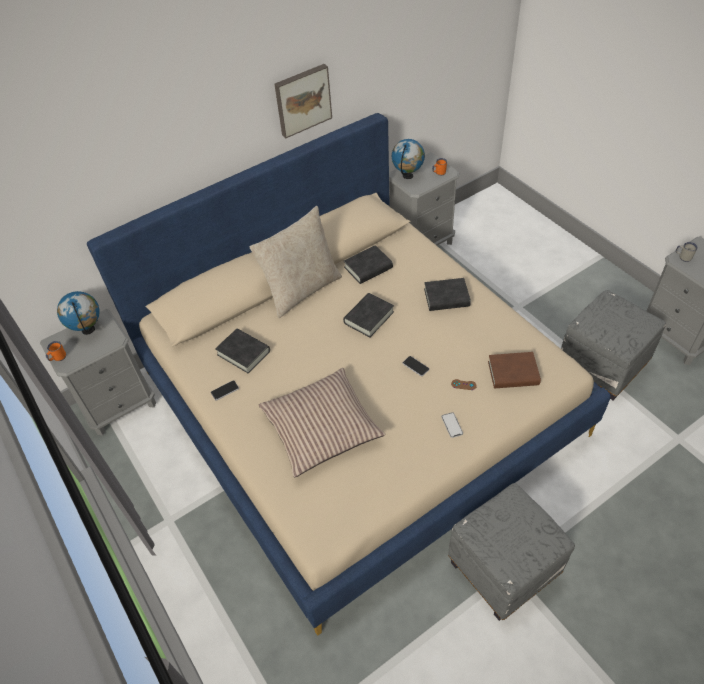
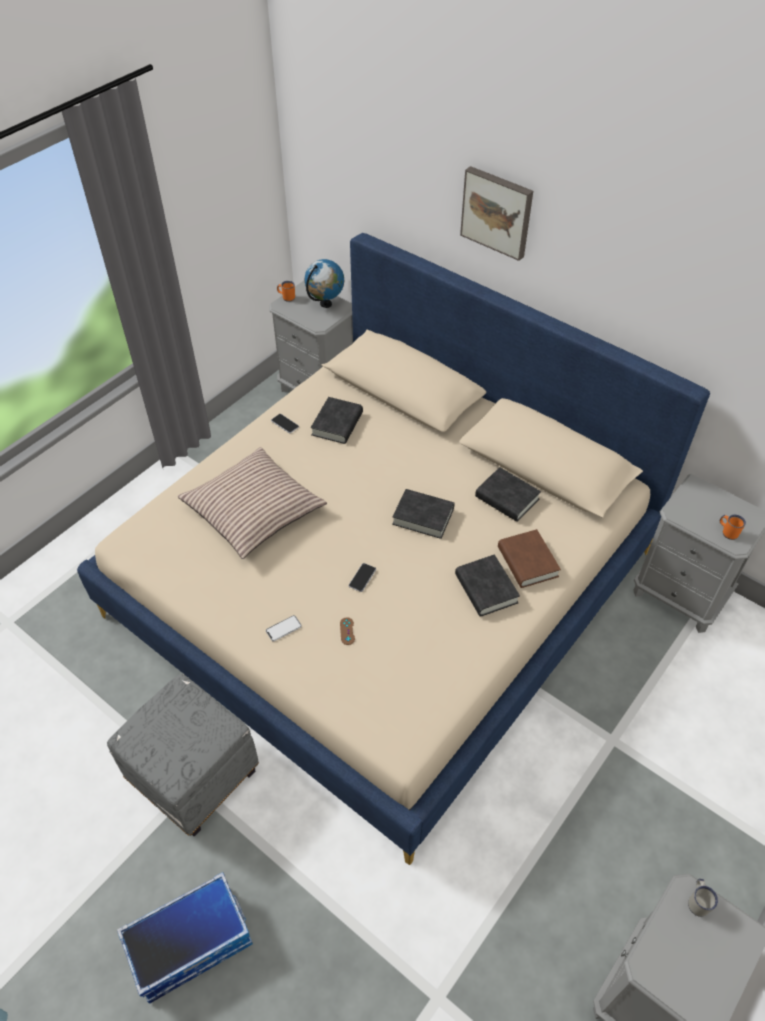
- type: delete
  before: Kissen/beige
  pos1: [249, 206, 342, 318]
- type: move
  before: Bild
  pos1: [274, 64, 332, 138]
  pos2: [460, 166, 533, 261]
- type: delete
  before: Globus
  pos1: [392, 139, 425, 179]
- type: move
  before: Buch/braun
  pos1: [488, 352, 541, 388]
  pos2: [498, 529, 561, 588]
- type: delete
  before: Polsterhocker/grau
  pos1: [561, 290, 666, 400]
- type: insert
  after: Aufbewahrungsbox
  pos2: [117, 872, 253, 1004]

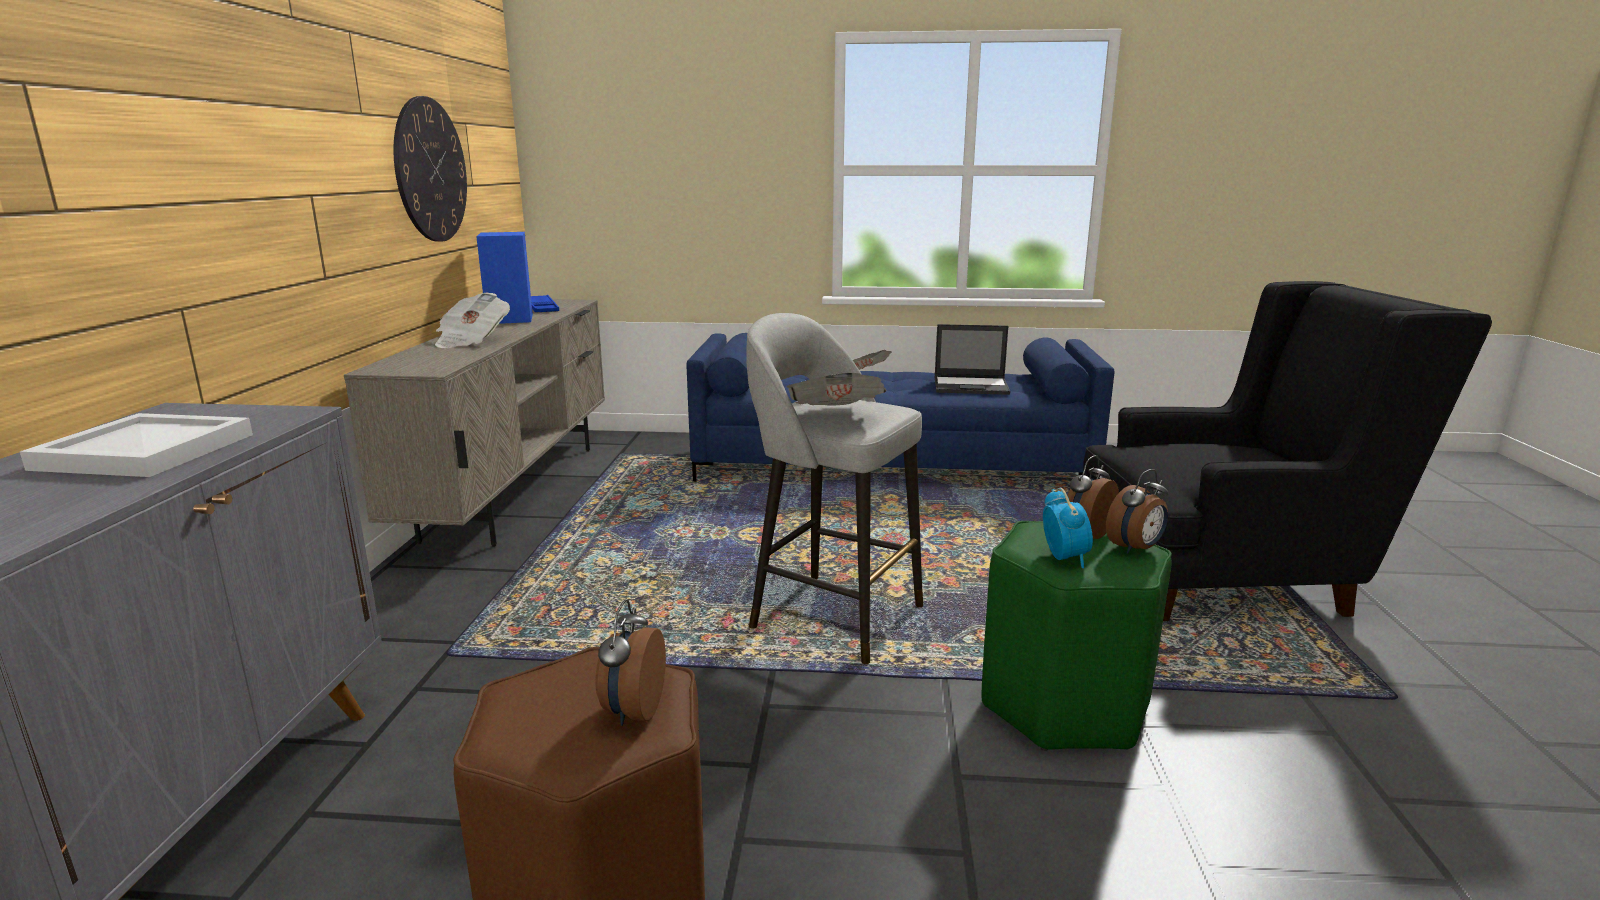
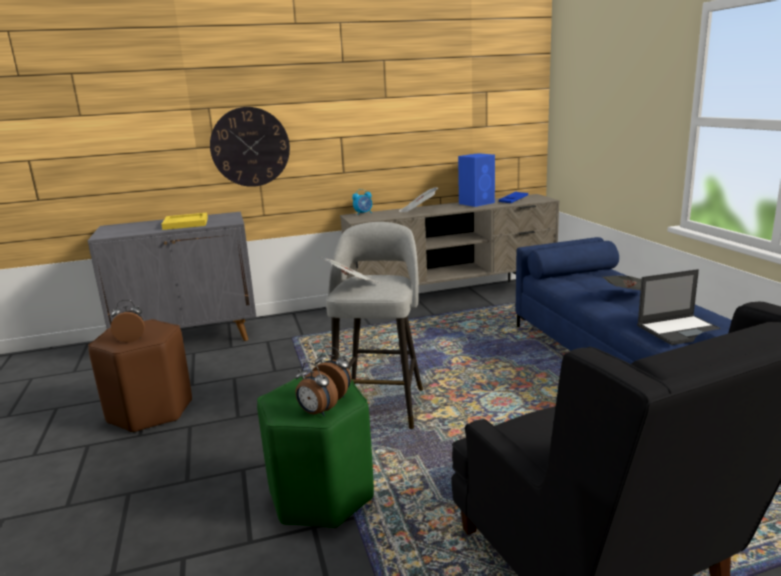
- type: recolor
  before: Tablett/weiß
  after: Tablett/gelb
  pos1: [20, 413, 253, 477]
  pos2: [162, 213, 208, 230]
- type: move
  before: Wanduhr
  pos1: [393, 96, 467, 242]
  pos2: [210, 107, 290, 187]
- type: rotate
  before: Laptop
  pos1: [935, 324, 1010, 395]
  pos2: [637, 269, 721, 345]
  turn: -90
- type: move
  before: Wecker
  pos1: [1043, 488, 1093, 568]
  pos2: [352, 189, 372, 215]

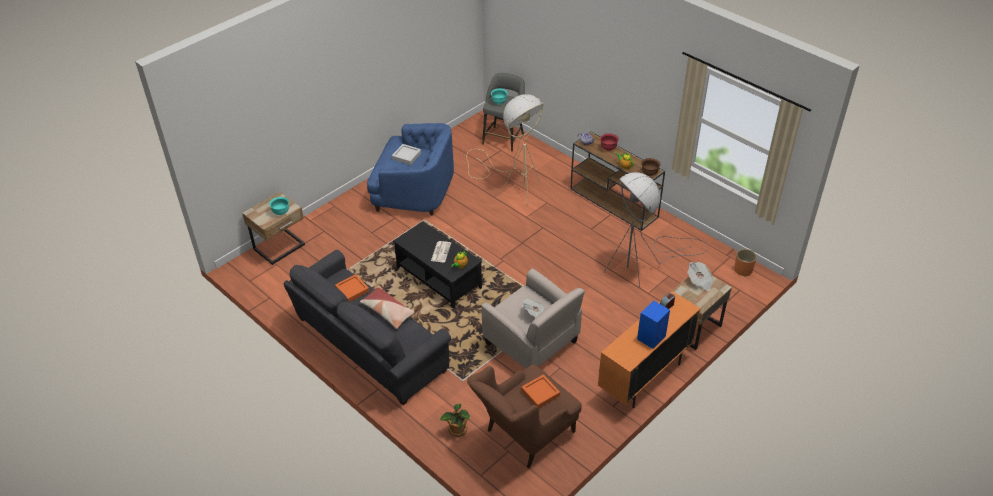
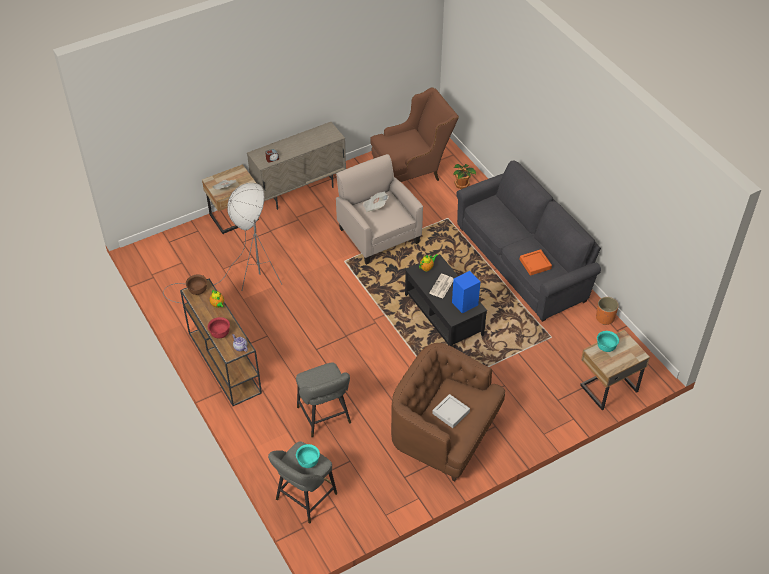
- type: delete
  before: Kissen
  pos1: [360, 285, 414, 329]
- type: recolor
  before: Sessel/blau
  after: Sessel/braun
  pos1: [367, 123, 454, 216]
  pos2: [391, 343, 505, 481]
- type: replace
  before: Stehlampe/beige
  after: Hocker/grau
  pos1: [466, 94, 544, 201]
  pos2: [296, 363, 351, 437]
- type: delete
  before: Tablett/orange
  pos1: [521, 374, 560, 408]
- type: recolor
  before: Schrank/orange
  after: Schrank/beige
  pos1: [598, 291, 701, 408]
  pos2: [247, 122, 346, 210]
- type: move
  before: Lautsprecher/blau
  pos1: [637, 300, 670, 349]
  pos2: [452, 271, 480, 313]
- type: move
  before: Pflanzkübel/orange
  pos1: [734, 249, 757, 277]
  pos2: [596, 297, 619, 325]

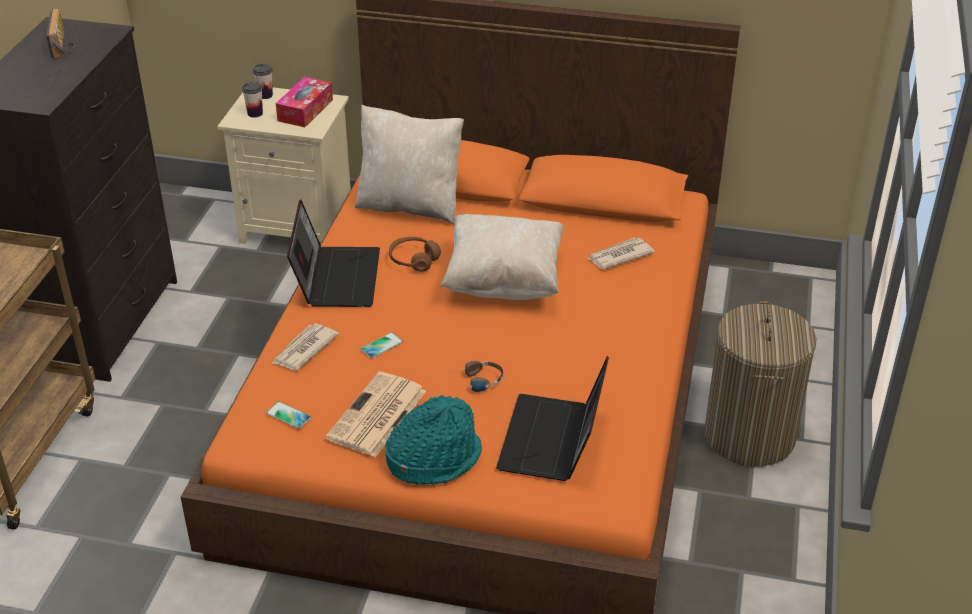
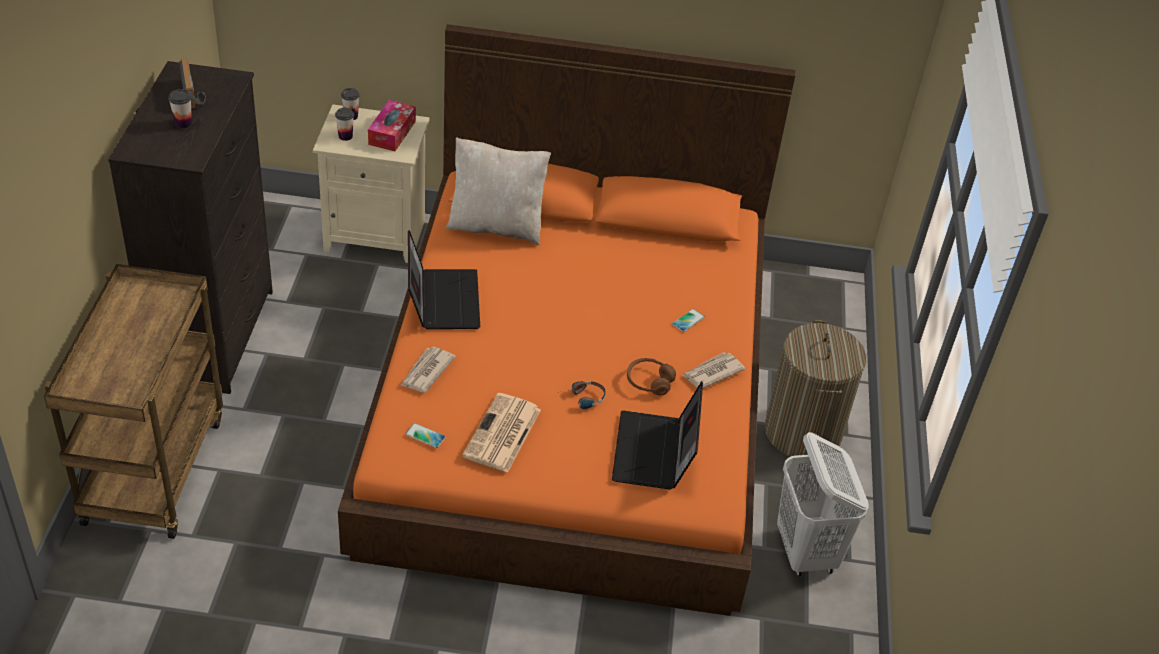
- type: move
  before: Handy
  pos1: [361, 332, 403, 359]
  pos2: [672, 309, 705, 332]
- type: delete
  before: Hut/türkis
  pos1: [385, 395, 482, 485]
- type: move
  before: Kopfhörer/braun
  pos1: [389, 237, 441, 272]
  pos2: [627, 358, 676, 395]
- type: delete
  before: Kissen/beige
  pos1: [440, 214, 564, 300]
- type: move
  before: Zeitung
  pos1: [587, 238, 655, 270]
  pos2: [682, 352, 745, 388]
- type: insert
  after: Tasse
  pos2: [168, 89, 192, 129]
- type: insert
  after: Wäschekorb/weiß
  pos2: [777, 432, 869, 576]

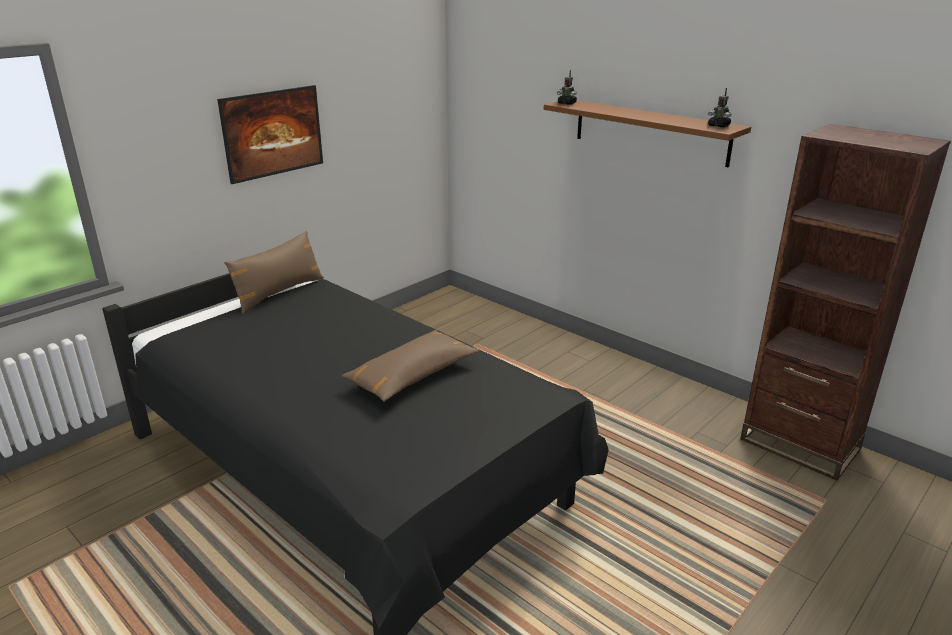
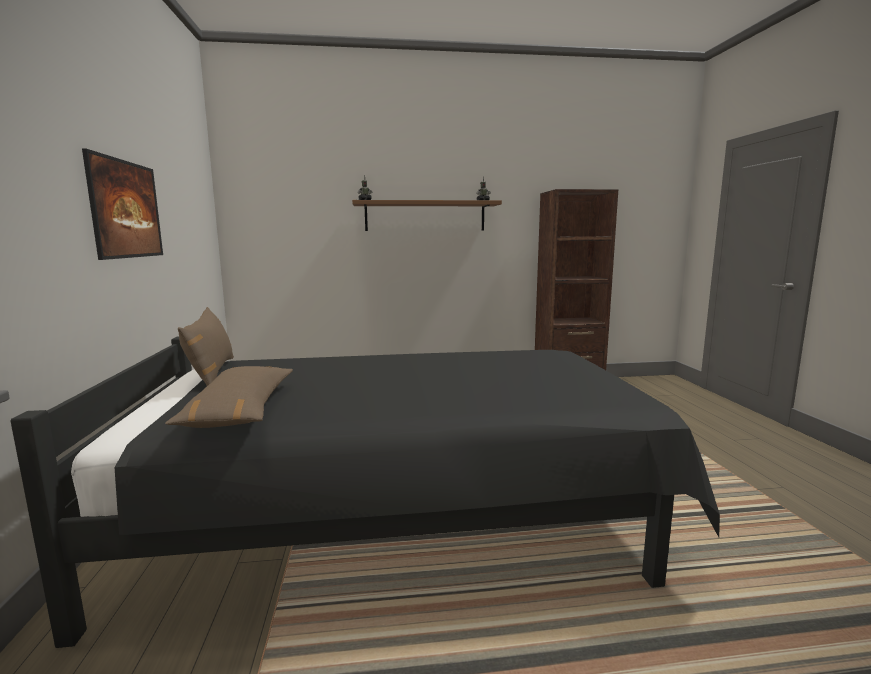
- type: move
  before: Kissen/braun
  pos1: [342, 330, 480, 402]
  pos2: [165, 366, 293, 428]

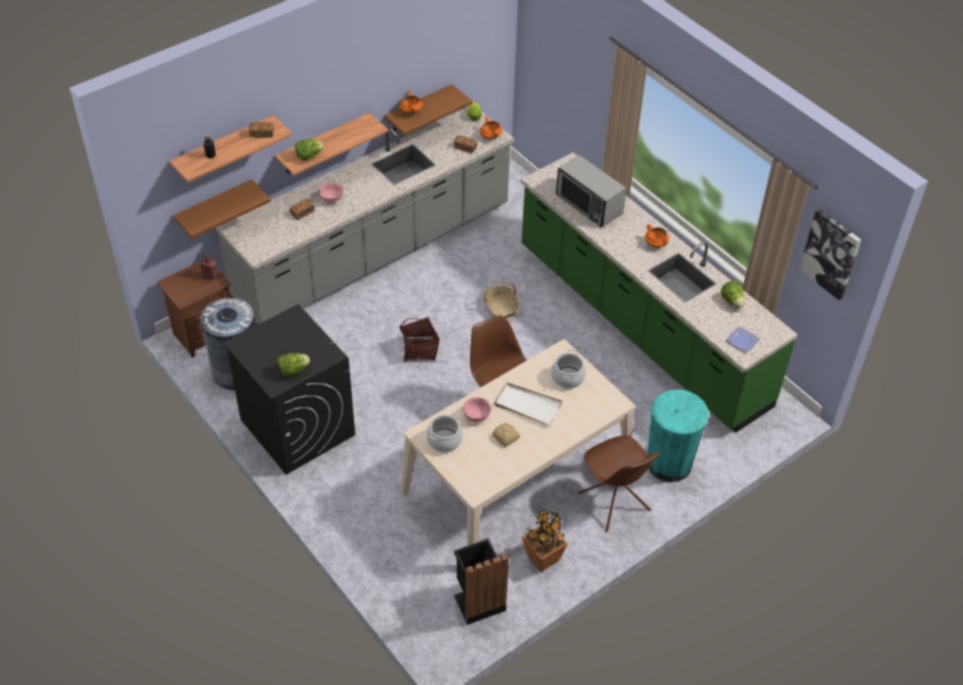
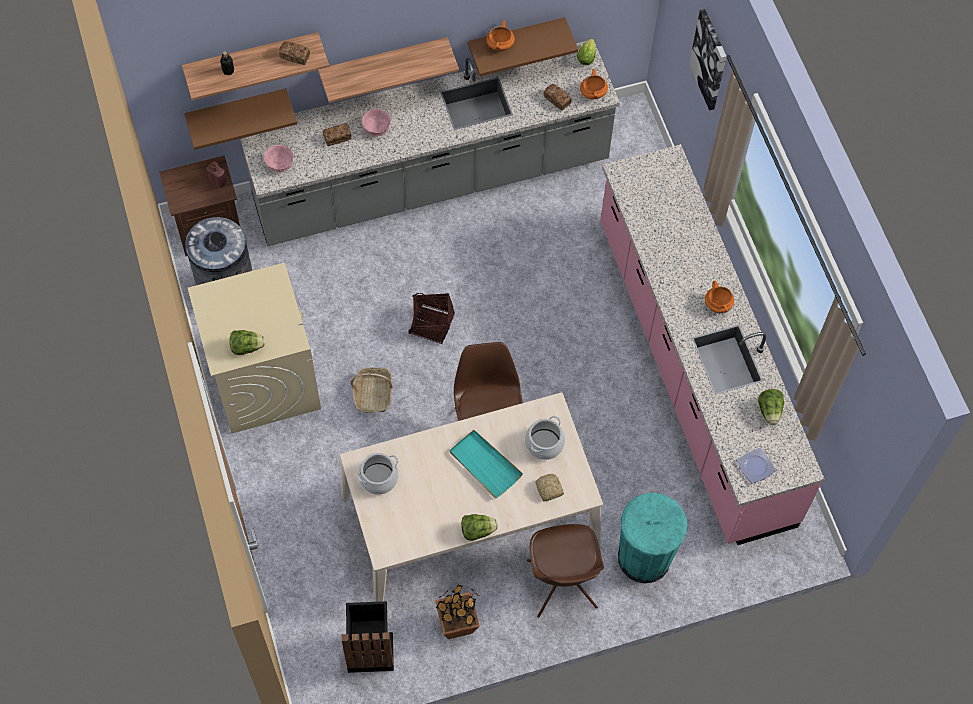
- type: recolor
  before: Waschmaschine/schwarz
  after: Waschmaschine/beige
  pos1: [223, 304, 355, 475]
  pos2: [188, 263, 321, 433]
- type: move
  before: Salatkopf
  pos1: [295, 139, 324, 161]
  pos2: [461, 514, 498, 541]
- type: move
  before: Schüssel/rosa
  pos1: [463, 397, 491, 422]
  pos2: [264, 145, 293, 172]
- type: move
  before: Korb
  pos1: [483, 281, 520, 318]
  pos2: [351, 367, 393, 413]
- type: move
  before: Brot
  pos1: [493, 423, 520, 447]
  pos2: [536, 474, 564, 502]
- type: recolor
  before: Tablett/weiß
  after: Tablett/türkis
  pos1: [494, 382, 562, 426]
  pos2: [450, 430, 523, 499]
- type: recolor
  before: Küchenzeile/grün
  after: Küchenzeile/rosa
  pos1: [521, 152, 798, 433]
  pos2: [600, 144, 825, 545]
- type: delete
  before: Mikrowelle
  pos1: [556, 155, 627, 227]
- type: move
  before: Bild
  pos1: [799, 209, 861, 300]
  pos2: [689, 9, 726, 111]

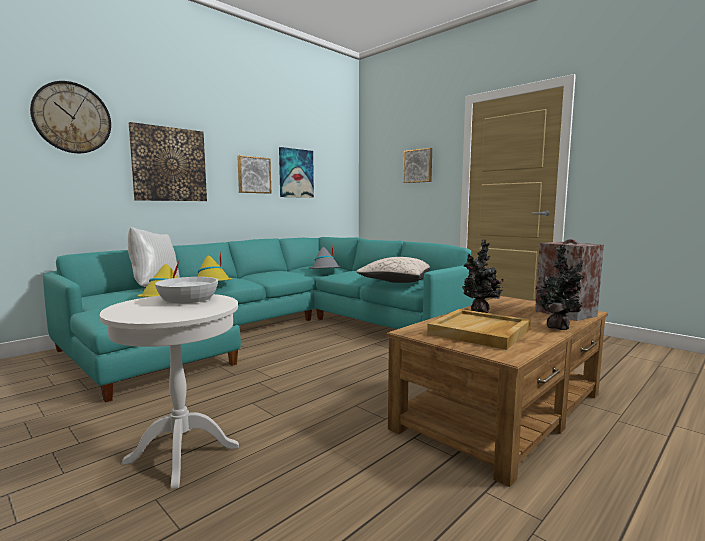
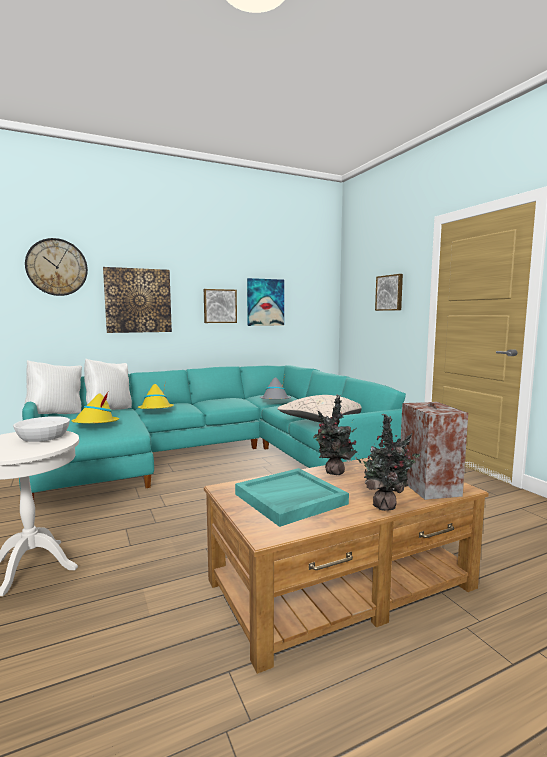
- type: recolor
  before: Tablett/beige
  after: Tablett/türkis
  pos1: [427, 309, 531, 350]
  pos2: [235, 468, 349, 527]
- type: insert
  after: Kissen/weiß
  pos2: [25, 360, 82, 414]

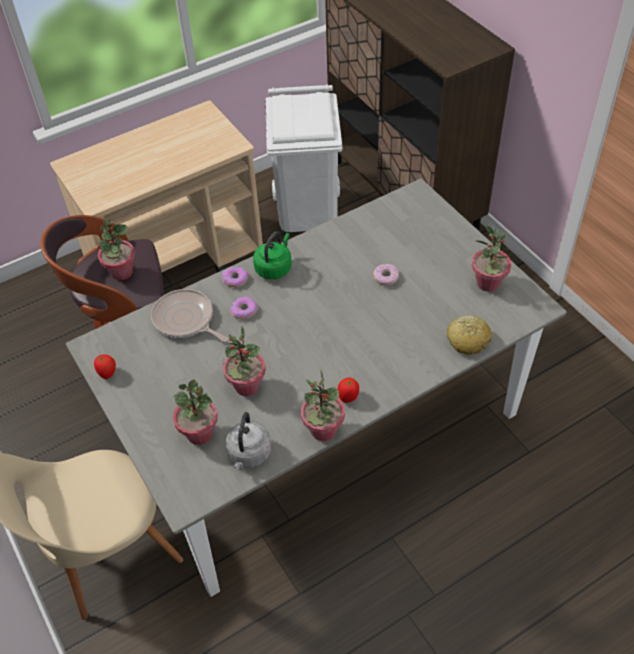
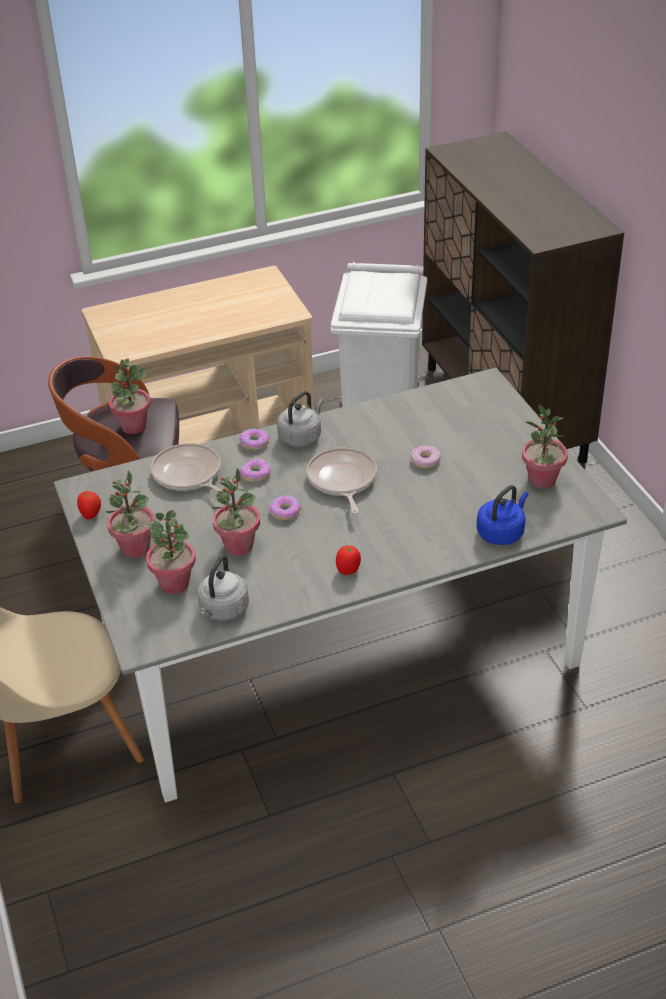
- type: recolor
  before: Wasserkessel/grün
  after: Wasserkessel/grau
  pos1: [253, 231, 292, 279]
  pos2: [277, 391, 324, 447]
- type: move
  before: Topfpflanze
  pos1: [301, 370, 345, 441]
  pos2: [105, 470, 155, 558]
- type: replace
  before: Brot
  after: Wasserkessel/blau
  pos1: [447, 315, 492, 355]
  pos2: [477, 485, 528, 545]
- type: insert
  after: Donut
  pos2: [269, 495, 301, 520]
- type: insert
  after: Pfanne
  pos2: [306, 447, 377, 514]

